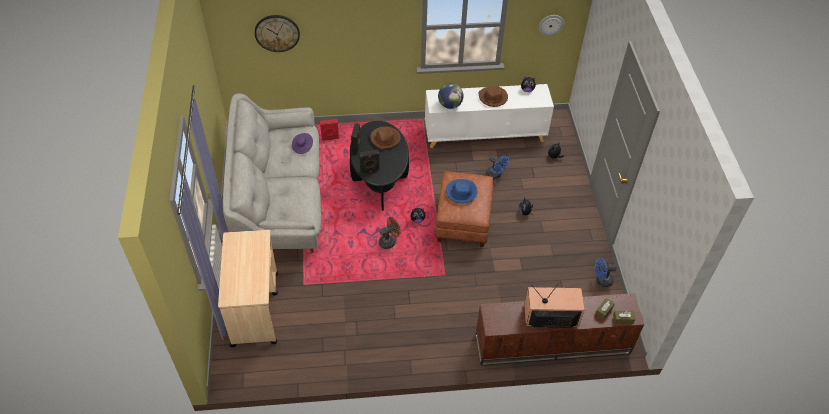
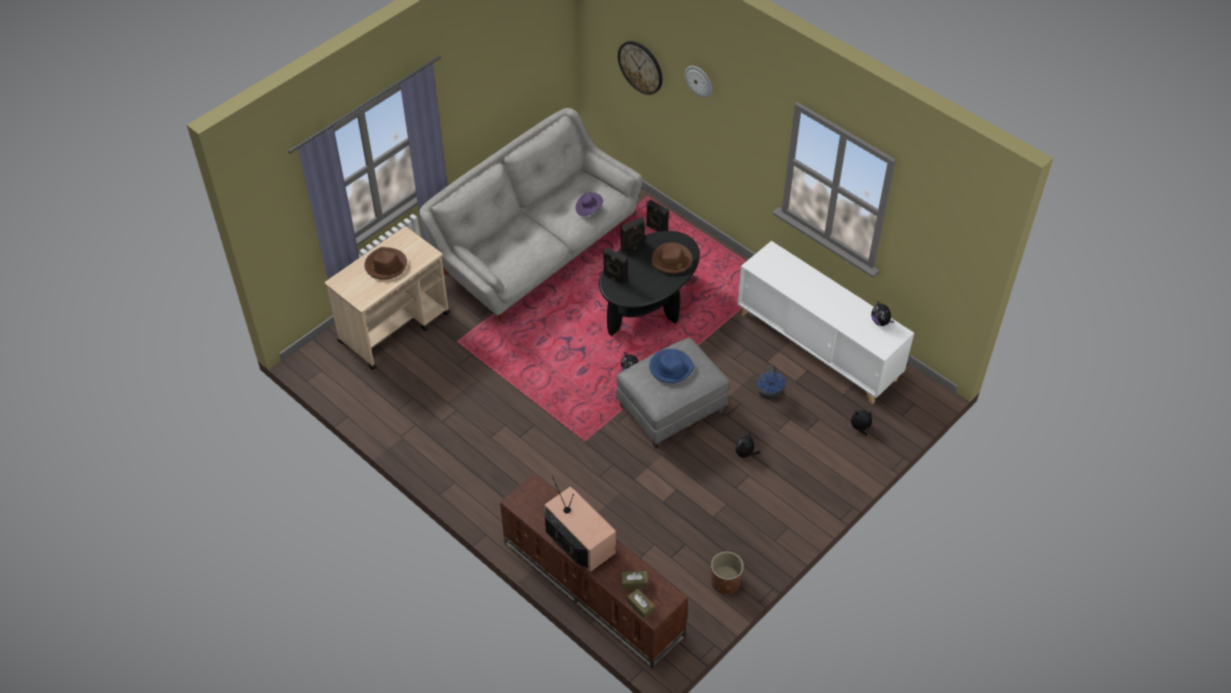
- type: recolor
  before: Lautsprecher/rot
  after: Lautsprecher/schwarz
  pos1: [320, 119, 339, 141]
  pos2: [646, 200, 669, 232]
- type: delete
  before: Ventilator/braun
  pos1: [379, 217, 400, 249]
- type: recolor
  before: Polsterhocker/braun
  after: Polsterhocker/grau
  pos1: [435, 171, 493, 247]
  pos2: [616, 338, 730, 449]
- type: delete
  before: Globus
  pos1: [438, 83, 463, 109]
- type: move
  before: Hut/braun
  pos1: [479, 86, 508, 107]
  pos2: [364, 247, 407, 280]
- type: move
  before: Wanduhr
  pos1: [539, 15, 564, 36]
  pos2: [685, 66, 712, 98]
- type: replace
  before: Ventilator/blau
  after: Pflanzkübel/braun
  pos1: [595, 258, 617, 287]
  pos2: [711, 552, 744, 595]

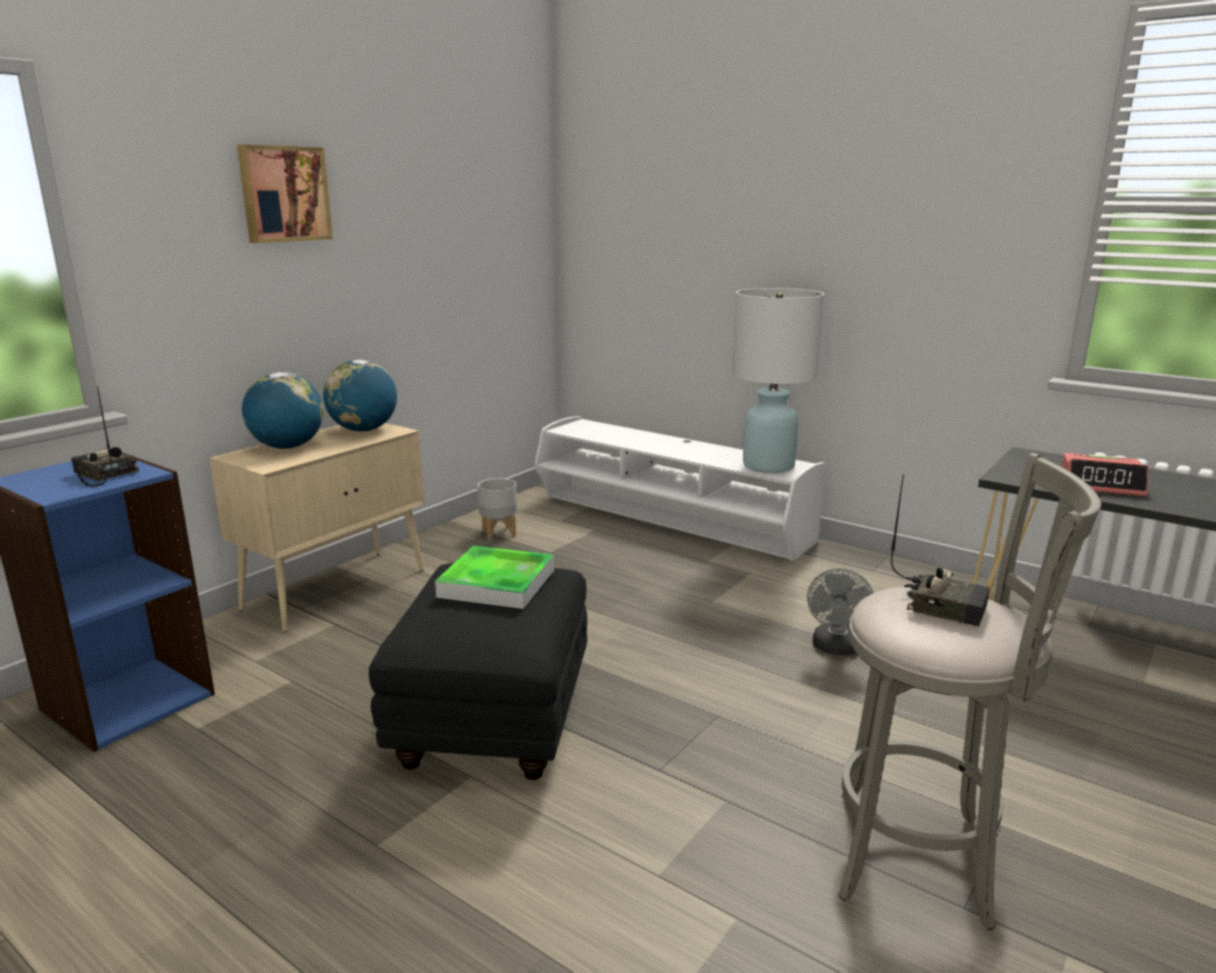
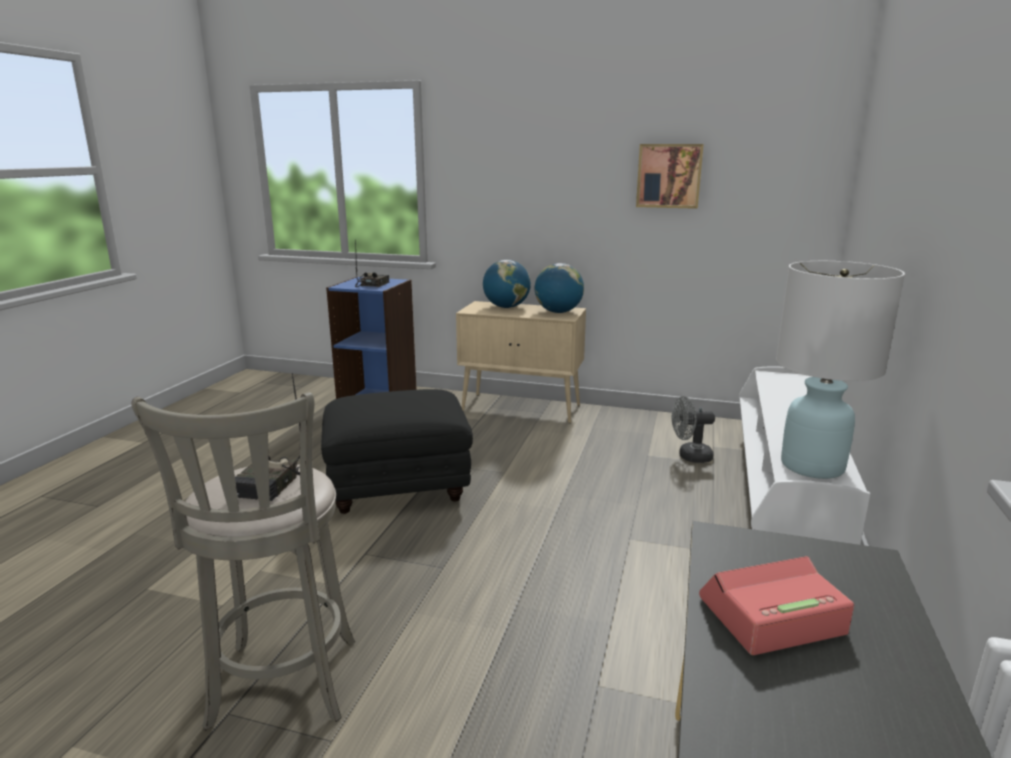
- type: move
  before: Bild
  pos1: [237, 144, 333, 243]
  pos2: [636, 144, 704, 209]
- type: delete
  before: Tablett
  pos1: [435, 546, 554, 609]
- type: delete
  before: Pflanzkübel/grau
  pos1: [477, 478, 517, 540]
- type: move
  before: Ventilator/grau
  pos1: [807, 568, 874, 655]
  pos2: [672, 396, 715, 463]
- type: rotate
  before: Wecker
  pos1: [1061, 453, 1149, 497]
  pos2: [699, 556, 854, 655]
  turn: 75

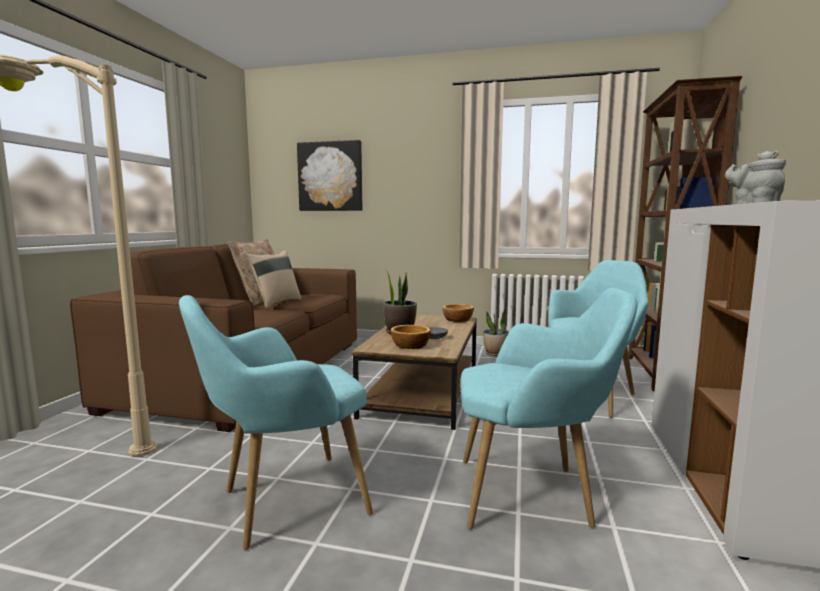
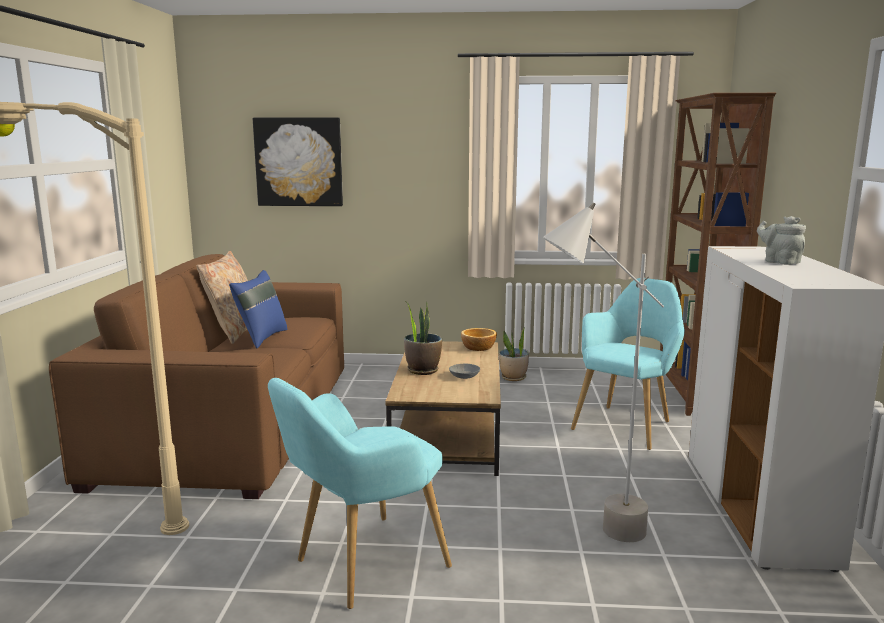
- type: recolor
  before: Kissen/beige
  after: Kissen/blau
  pos1: [246, 250, 301, 309]
  pos2: [229, 270, 287, 348]
- type: delete
  before: Schüssel
  pos1: [391, 325, 431, 349]
- type: replace
  before: Sessel/türkis
  after: Stehlampe/grau
  pos1: [461, 288, 638, 529]
  pos2: [543, 202, 664, 542]

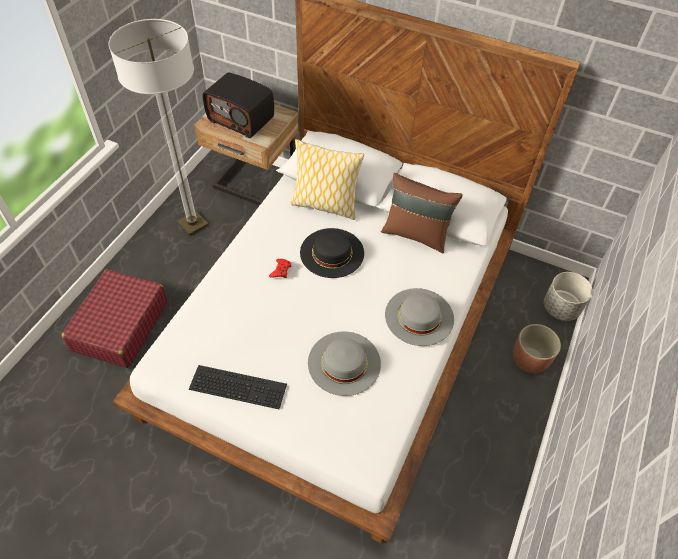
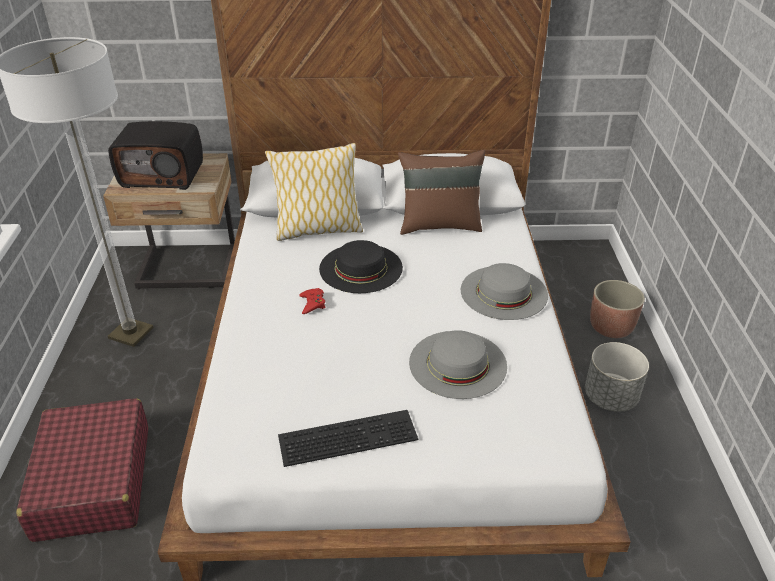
- type: move
  before: Pflanzkübel/grau
  pos1: [544, 272, 593, 321]
  pos2: [585, 342, 649, 412]

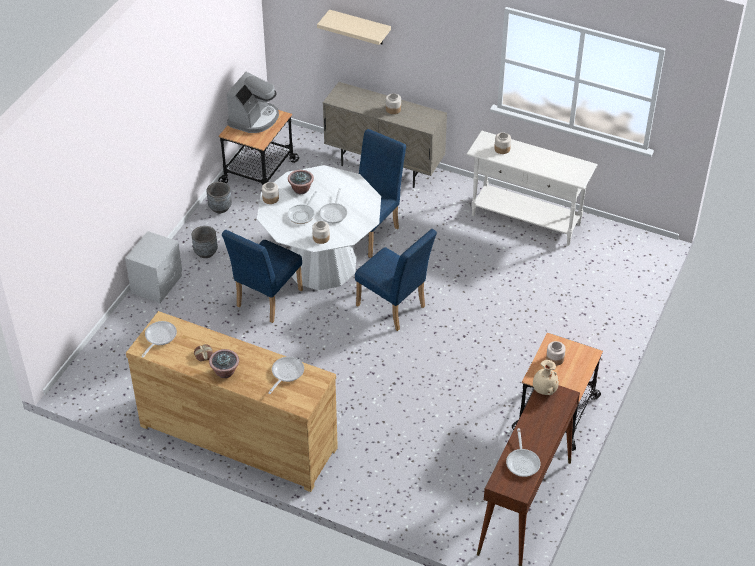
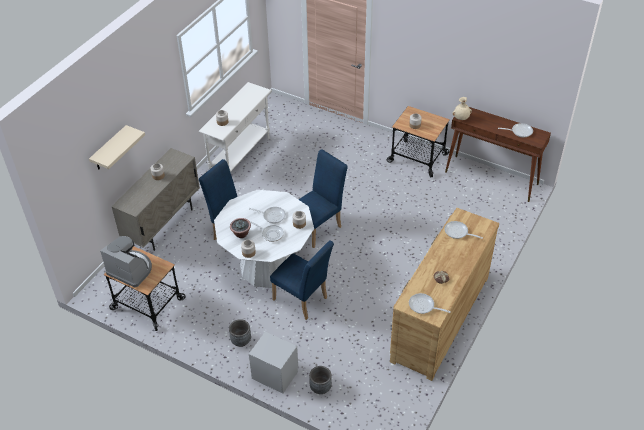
- type: move
  before: Pflanzkübel/grau
  pos1: [207, 182, 232, 213]
  pos2: [309, 366, 332, 394]
- type: delete
  before: Topfpflanze
  pos1: [209, 349, 239, 378]

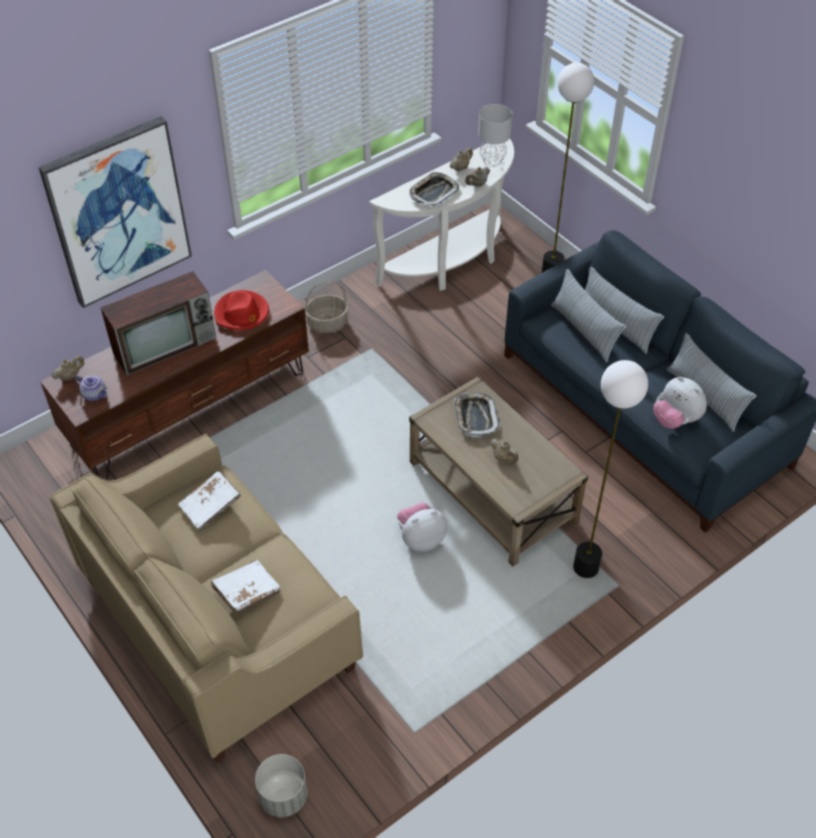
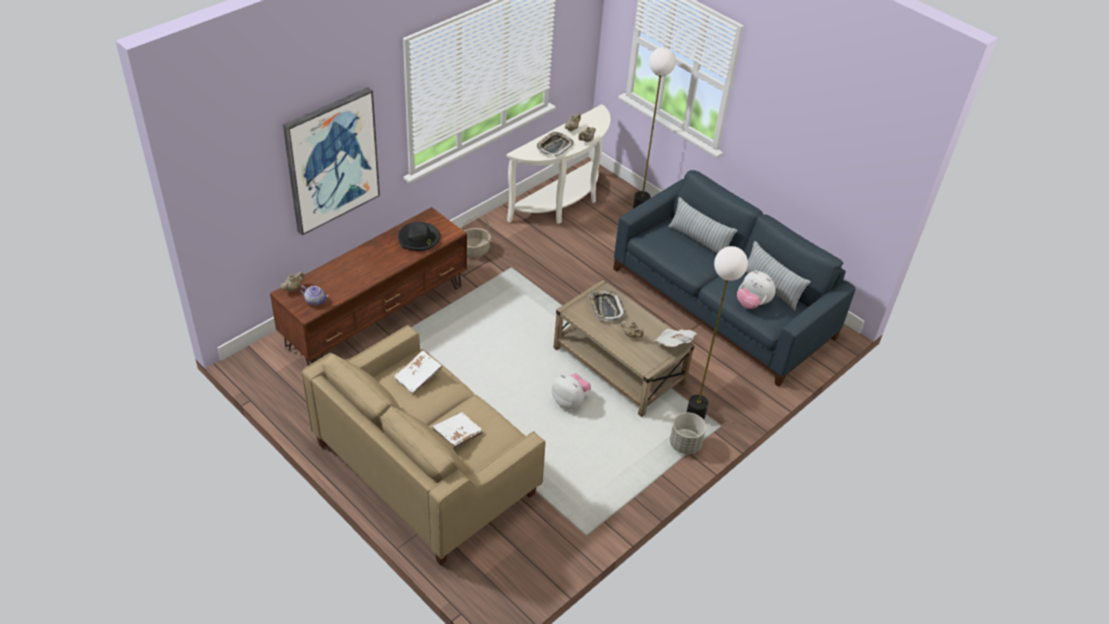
- type: delete
  before: Fernseher
  pos1: [100, 271, 216, 375]
- type: recolor
  before: Hut/rot
  after: Hut/schwarz
  pos1: [214, 290, 269, 330]
  pos2: [398, 222, 440, 251]
- type: move
  before: Pflanzkübel/grau
  pos1: [255, 754, 307, 817]
  pos2: [670, 413, 706, 454]
- type: rotate
  before: Plüschtier
  pos1: [397, 502, 447, 552]
  pos2: [552, 373, 591, 409]
  turn: 75
- type: delete
  before: Tischlampe/grau
  pos1: [478, 104, 512, 167]
- type: delete
  before: Kissen
  pos1: [551, 269, 626, 363]
- type: insert
  after: Zeitung
  pos2: [654, 329, 697, 347]

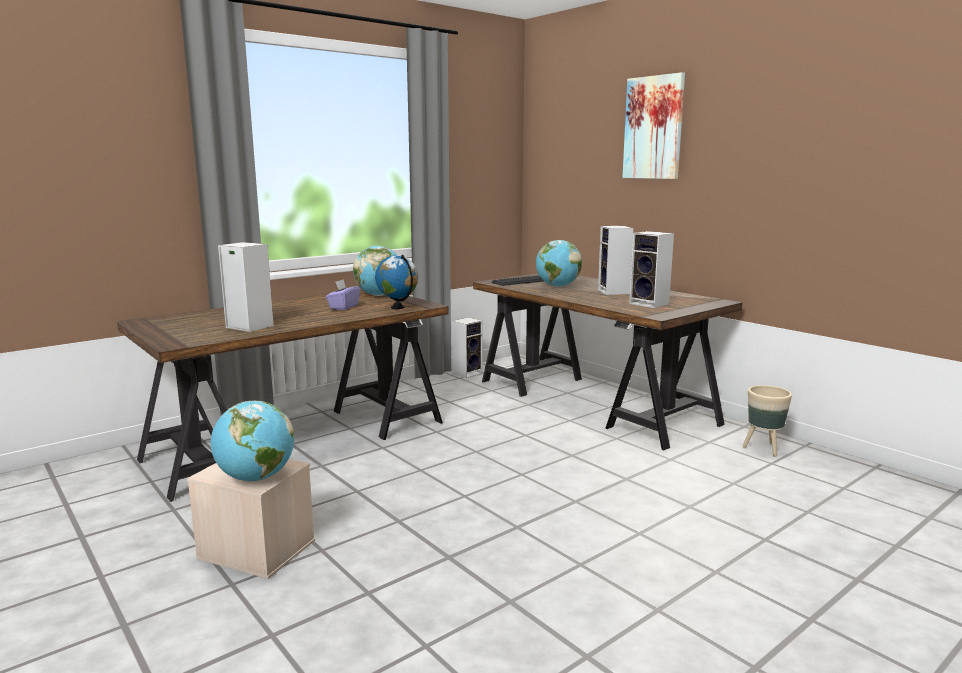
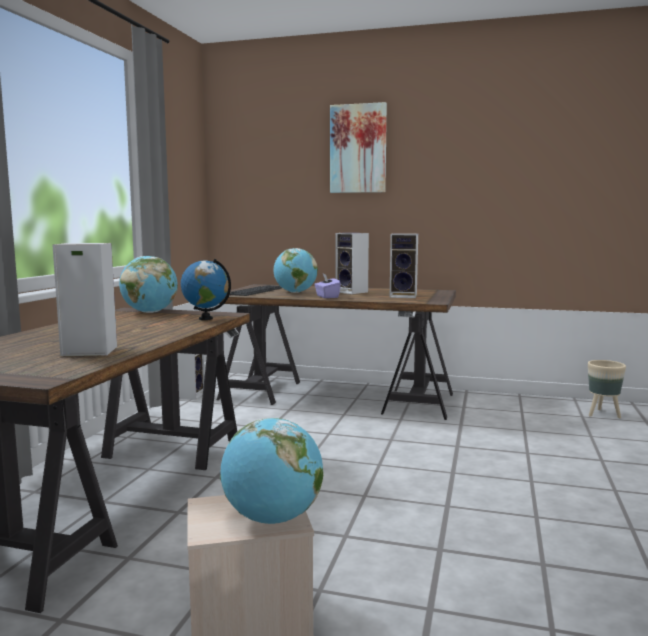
- type: move
  before: Taschentuchbox/lila
  pos1: [326, 279, 360, 310]
  pos2: [314, 274, 341, 298]
- type: move
  before: Pflanzkübel/beige
  pos1: [743, 385, 792, 457]
  pos2: [588, 360, 626, 418]

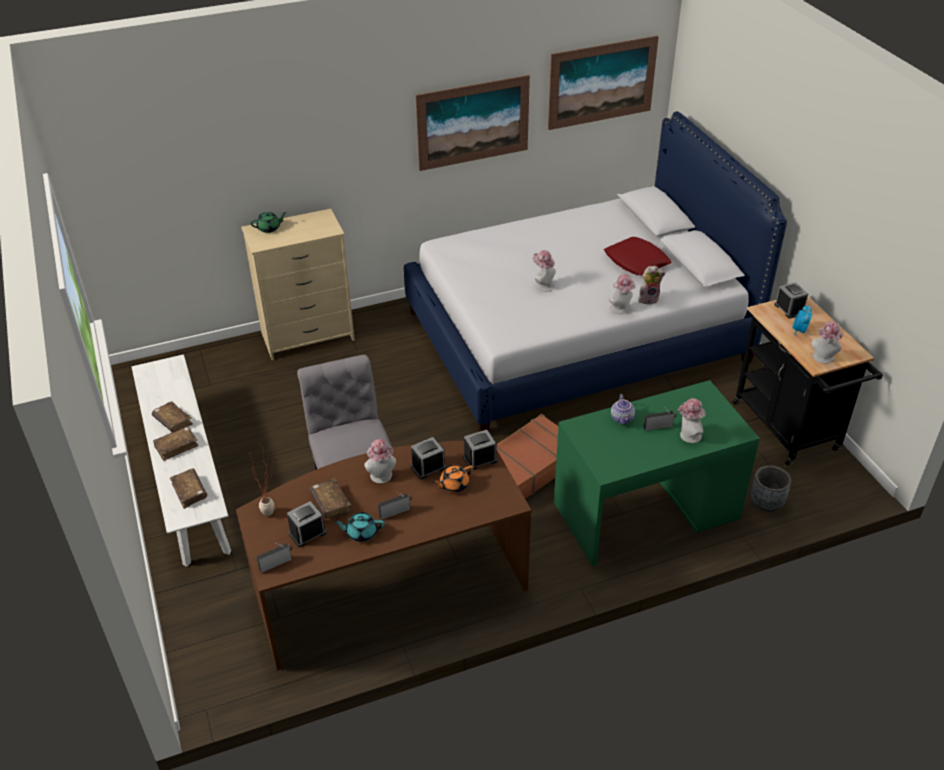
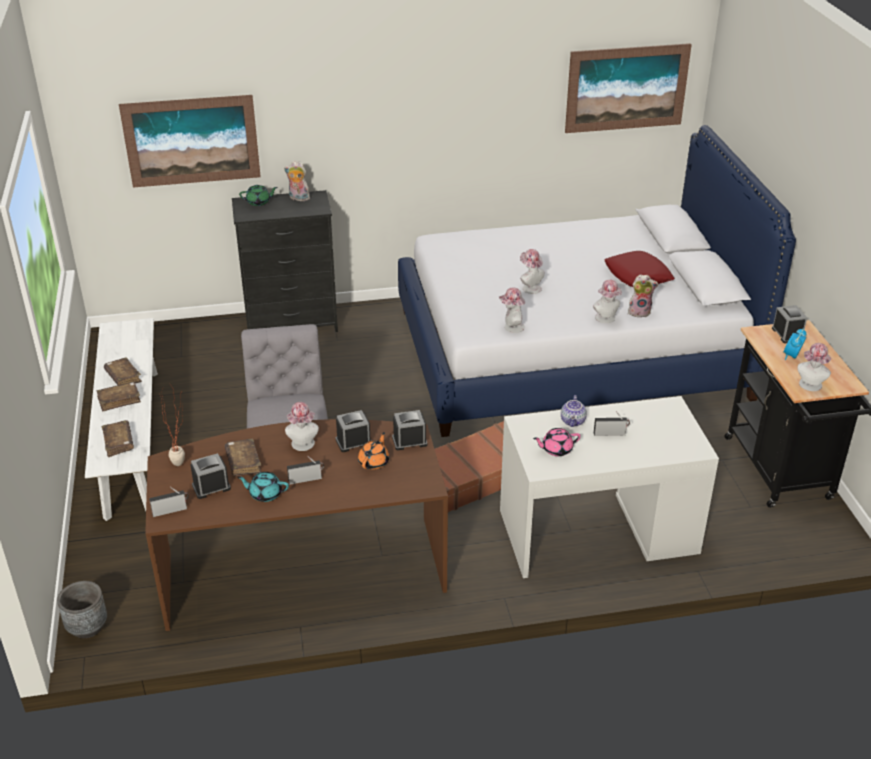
- type: recolor
  before: Kommode/beige
  after: Kommode/schwarz
  pos1: [241, 209, 355, 360]
  pos2: [232, 190, 338, 332]
- type: move
  before: Bild
  pos1: [416, 75, 530, 171]
  pos2: [119, 95, 261, 188]
- type: rotate
  before: Teekanne/orange
  pos1: [433, 465, 473, 493]
  pos2: [358, 432, 389, 470]
  turn: 135
- type: recolor
  before: Schreibtisch/grün
  after: Schreibtisch/weiß
  pos1: [554, 380, 760, 566]
  pos2: [500, 396, 719, 578]
- type: move
  before: Hut
  pos1: [678, 398, 706, 443]
  pos2: [499, 287, 525, 333]
- type: move
  before: Pflanzkübel/grau
  pos1: [750, 465, 791, 512]
  pos2: [57, 581, 107, 638]
- type: insert
  after: Plüschtier
  pos2: [284, 161, 310, 201]
- type: insert
  after: Teekanne/rosa
  pos2: [533, 428, 581, 456]

